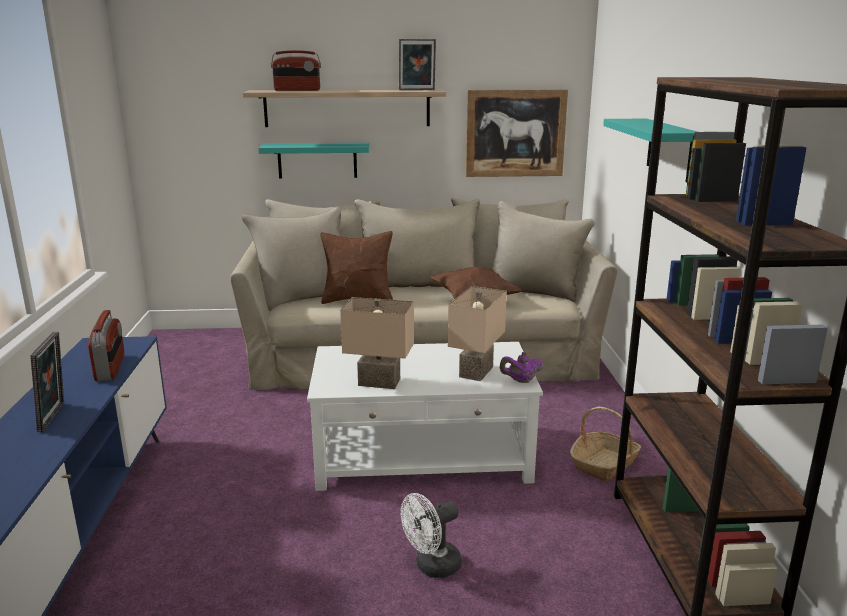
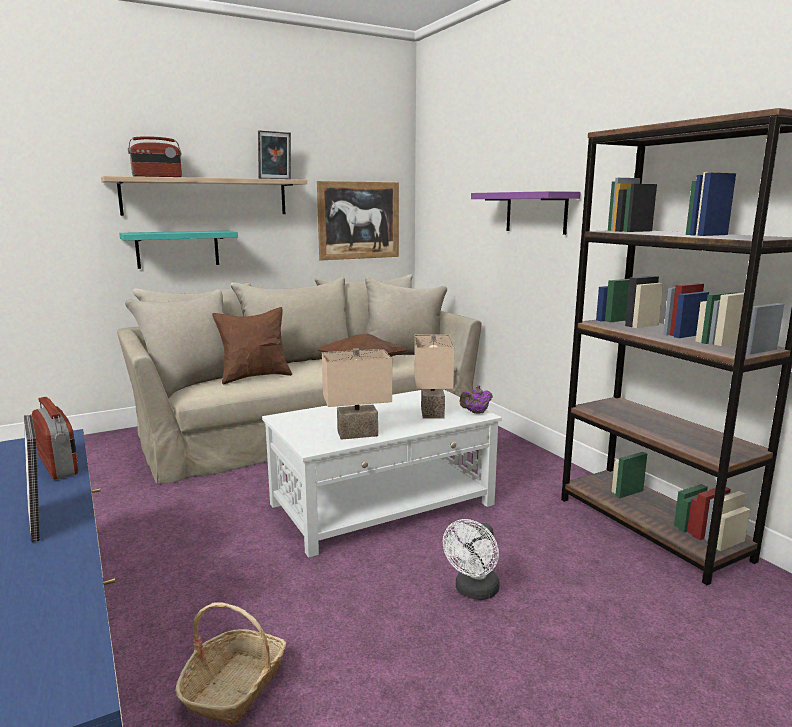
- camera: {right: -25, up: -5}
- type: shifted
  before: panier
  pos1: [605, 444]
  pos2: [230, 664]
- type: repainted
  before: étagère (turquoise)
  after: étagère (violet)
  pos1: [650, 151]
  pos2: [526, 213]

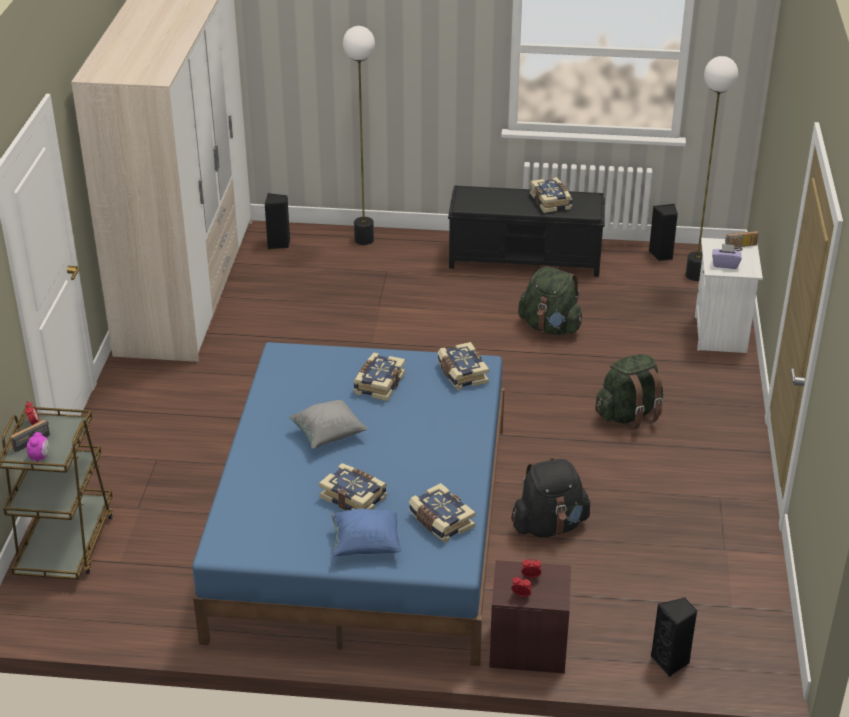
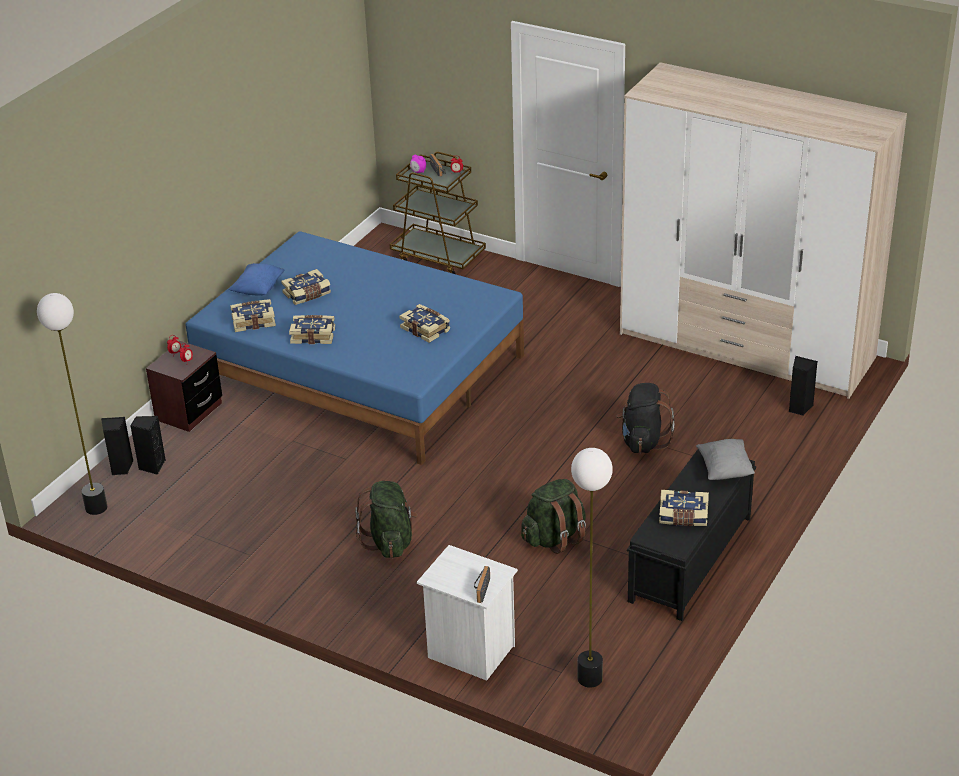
- camera: {right: 115, up: 0}
- type: gone
  before: boîte à mouchoirs (violet)
  pos1: [727, 256]
- type: shifted
  before: coussin (gris)
  pos1: [328, 424]
  pos2: [725, 459]
- type: shifted
  before: lampadaire
  pos1: [359, 135]
  pos2: [72, 404]
- type: shifted
  before: livre
  pos1: [463, 366]
  pos2: [312, 329]
- type: shifted
  before: sac à dos (noir)
  pos1: [551, 497]
  pos2: [646, 418]
- type: shifted
  before: enceinte (noir)
  pos1: [663, 232]
  pos2: [148, 445]

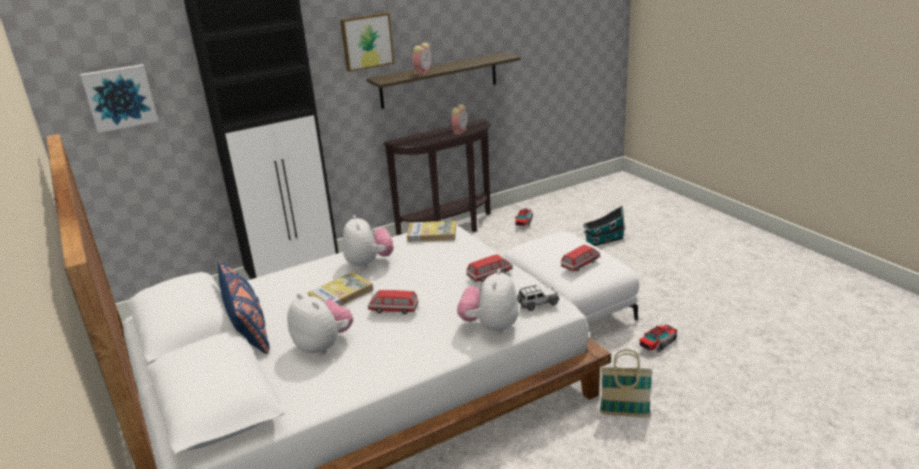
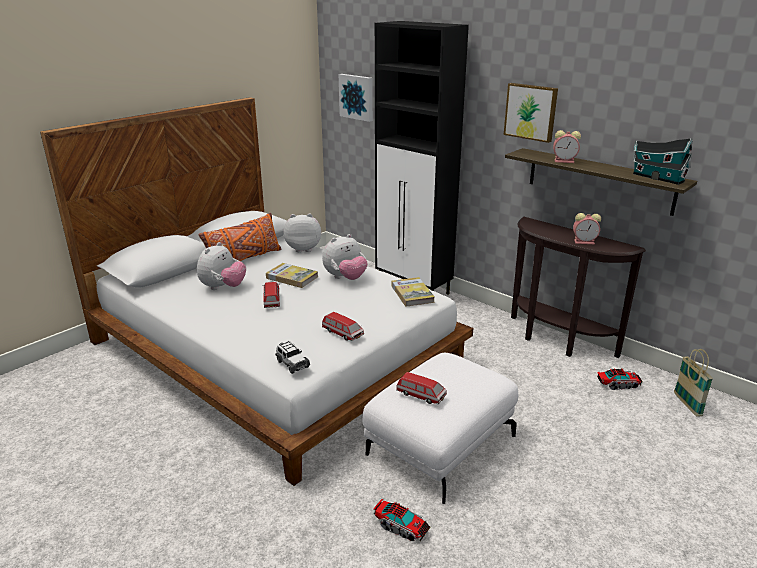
- camera: {right: 70, up: 0}
- type: shifted
  before: peluche
  pos1: [488, 301]
  pos2: [302, 232]
- type: shifted
  before: maison miniature
  pos1: [604, 226]
  pos2: [663, 161]
- type: shifted
  before: panier
  pos1: [626, 383]
  pos2: [693, 383]
- type: repainted
  before: coussin (bleu)
  after: coussin (orange)
  pos1: [243, 307]
  pos2: [240, 237]

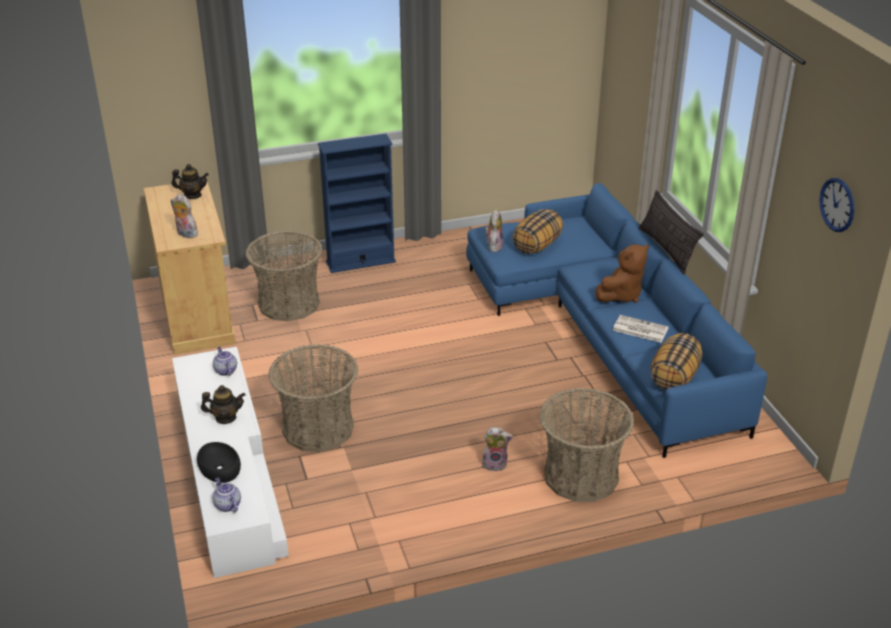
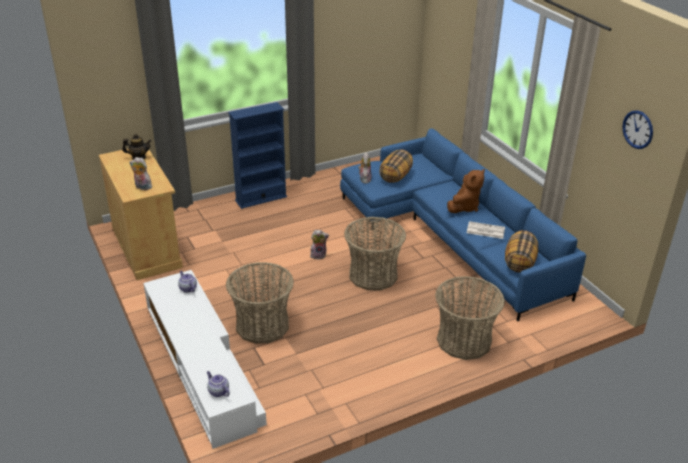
- camera: {right: -10, up: 0}
- type: gone
  before: bol (noir)
  pos1: [219, 462]
- type: gone
  before: théière
  pos1: [223, 404]
- type: gone
  before: coussin
  pos1: [671, 232]
- type: shifted
  before: panier
  pos1: [284, 276]
  pos2: [375, 253]
- type: shifted
  before: peluche
  pos1: [497, 449]
  pos2: [319, 244]

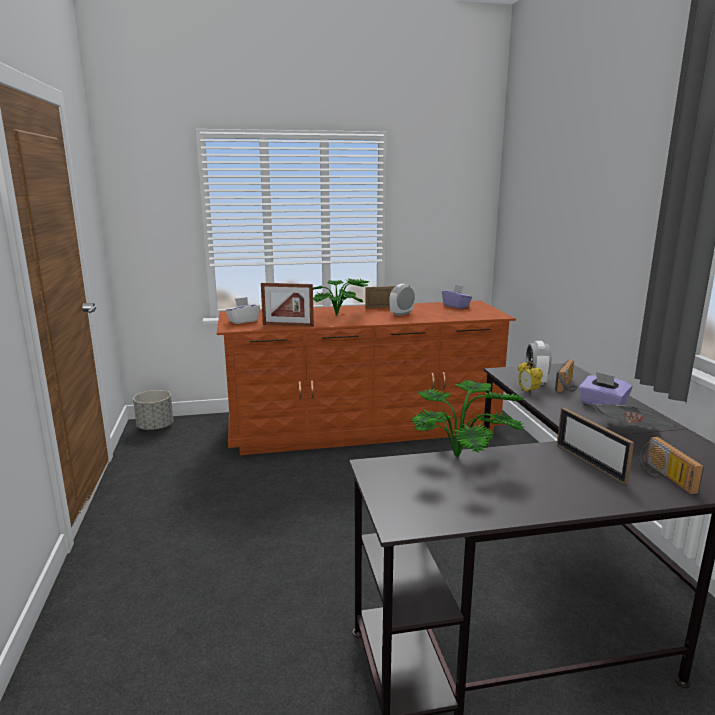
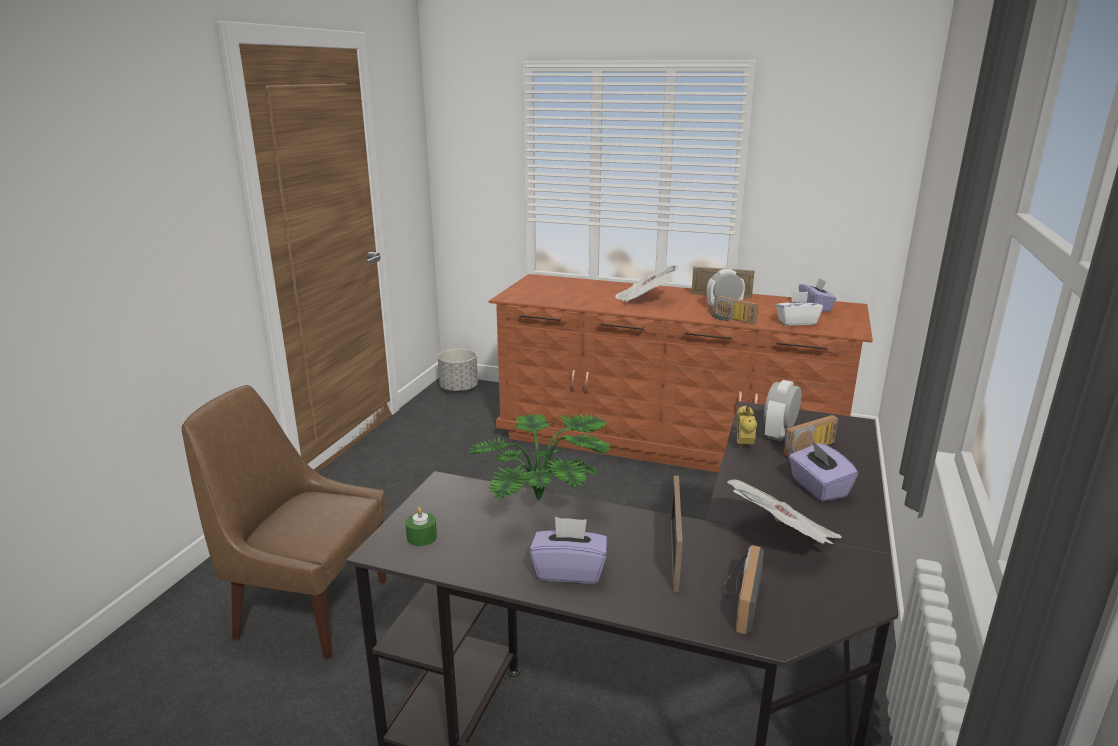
- camera: {right: 30, up: 5}
- type: gone
  before: cadre photo
  pos1: [287, 305]
- type: new
  after: chaise (marron)
  pos2: [284, 522]
- type: new
  after: bougie (vert)
  pos2: [421, 526]
- type: new
  after: boîte à mouchoirs (violet)
  pos2: [568, 550]
- type: new
  after: radio
  pos2: [734, 309]
- type: shifted
  before: boîte à mouchoirs (blanc)
  pos1: [243, 310]
  pos2: [799, 309]
- type: swapped
  before: plante en pot
  after: journal
  pos1: [341, 297]
  pos2: [647, 283]

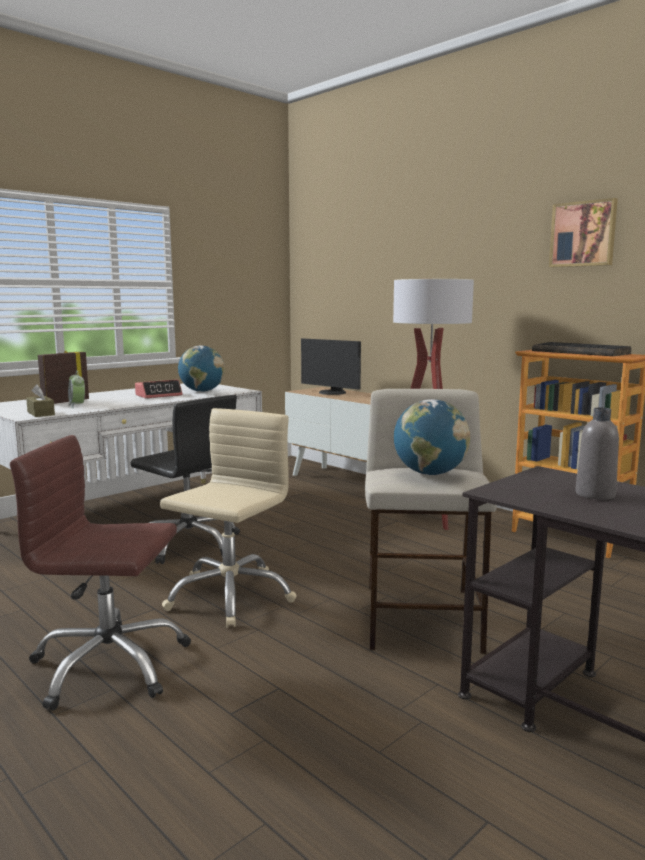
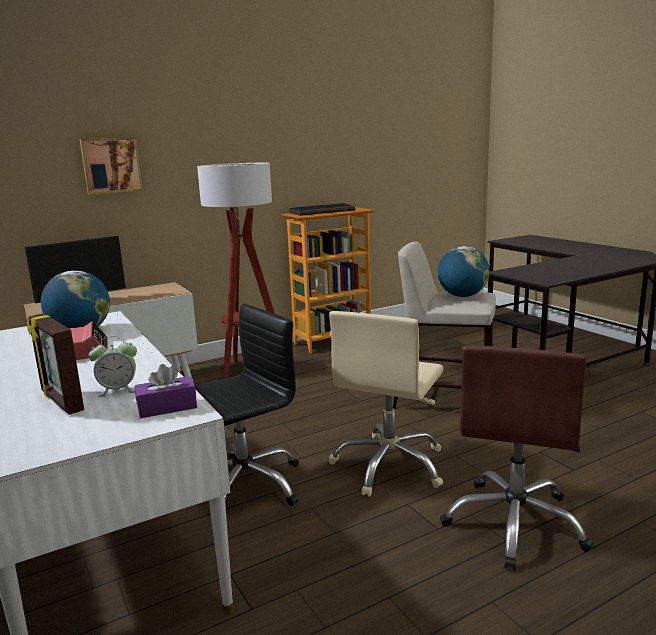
- camera: {right: -75, up: 5}
- type: gone
  before: bouteille (gris)
  pos1: [597, 453]
- type: shifted
  before: tableau
  pos1: [583, 232]
  pos2: [111, 166]
- type: repainted
  before: boîte à mouchoirs (marron)
  after: boîte à mouchoirs (violet)
  pos1: [40, 400]
  pos2: [166, 391]
- type: rotated
  before: chaise de bureau (beige)
  pos1: [228, 518]
  pos2: [385, 404]
  turn: -105

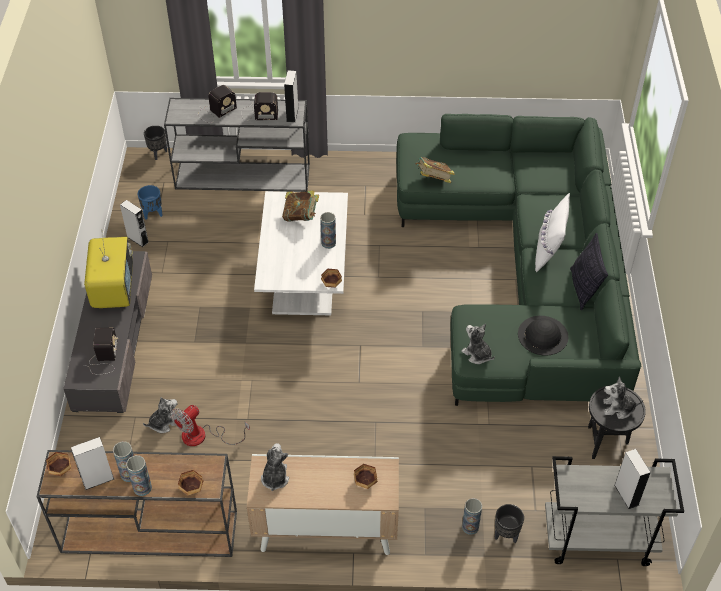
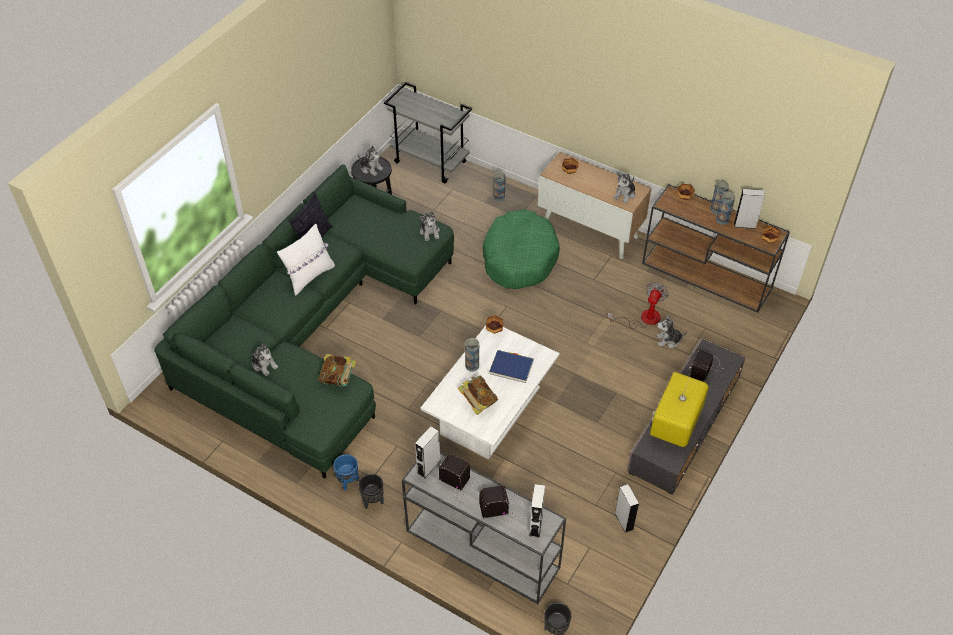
- camera: {right: -150, up: 0}
- type: gone
  before: chapeau (noir)
  pos1: [543, 336]
- type: new
  after: peluche
  pos2: [264, 360]
- type: new
  after: panier pour chien (vert)
  pos2: [521, 249]
- type: new
  after: livre (bleu)
  pos2: [511, 366]
- type: shifted
  before: cache-pot (bleu)
  pos1: [150, 202]
  pos2: [346, 472]
- type: shifted
  before: cache-pot (noir)
  pos1: [509, 523]
  pos2: [371, 491]
- type: shifted
  before: enceinte (gris)
  pos1: [632, 479]
  pos2: [537, 511]
- type: rotated
  before: ventilateur
  pos1: [210, 425]
  pos2: [638, 305]
  turn: -45

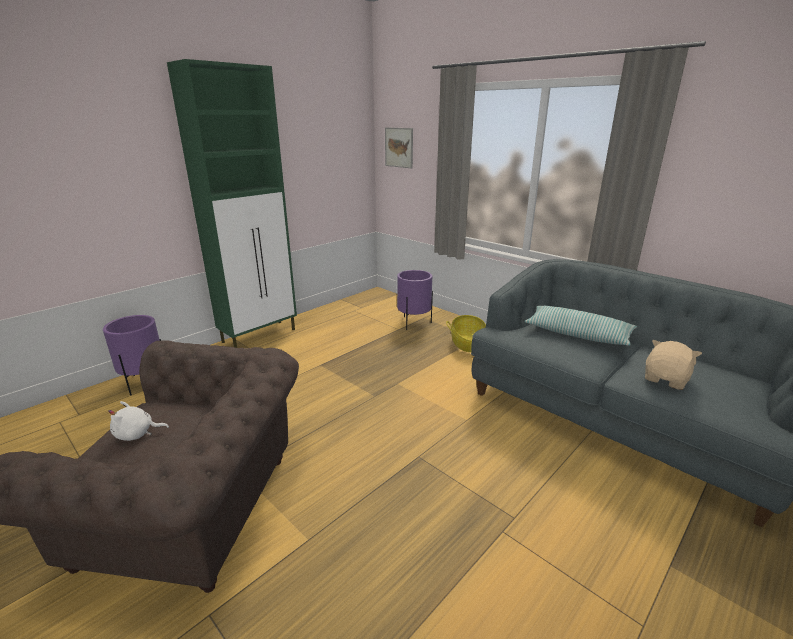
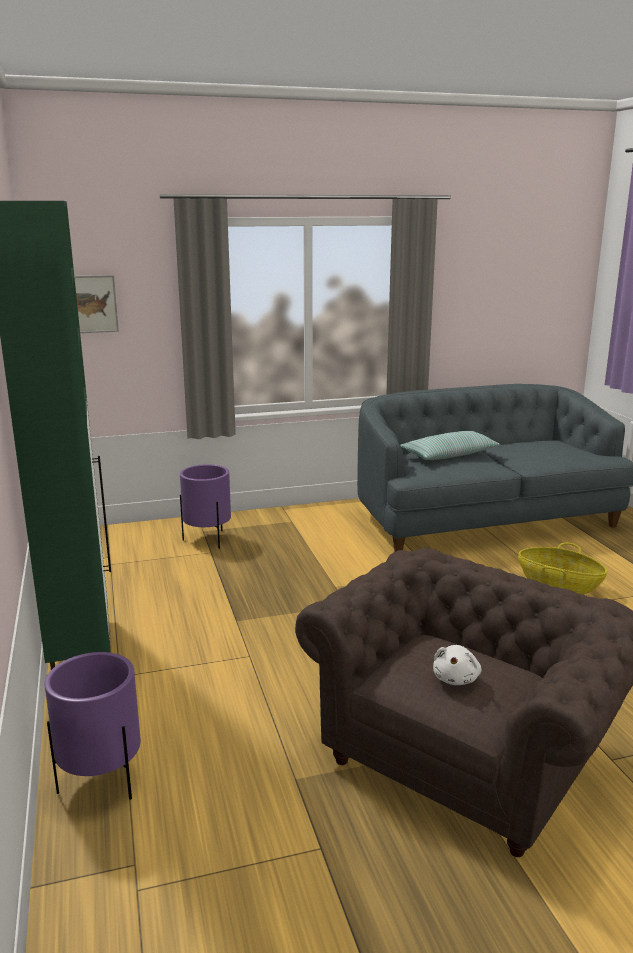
- camera: {right: -60, up: -5}
- type: gone
  before: peluche (beige)
  pos1: [673, 365]
- type: shifted
  before: panier
  pos1: [466, 333]
  pos2: [562, 569]

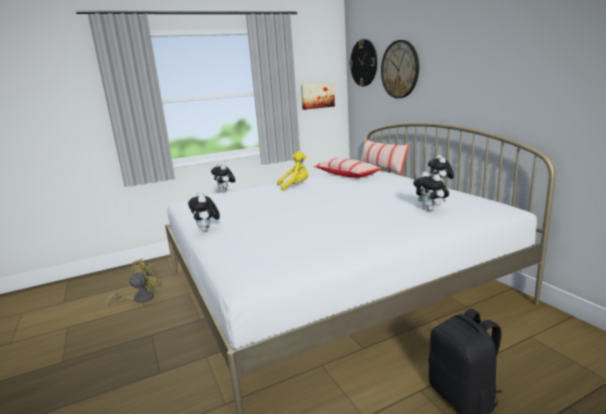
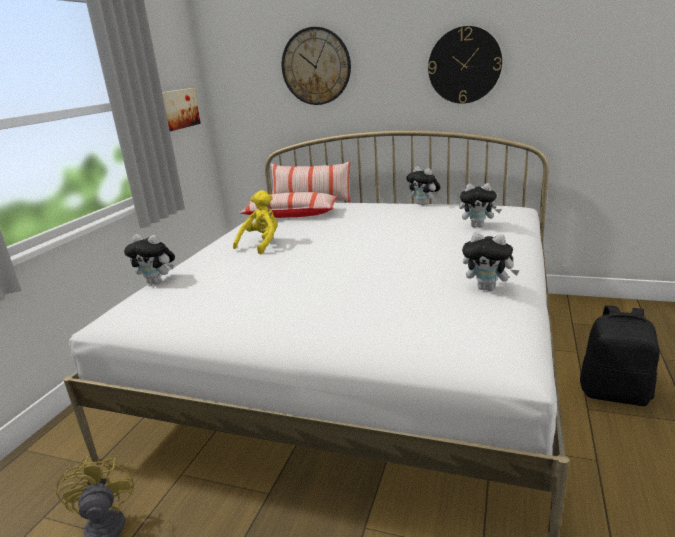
- camera: {right: -45, up: 5}
- type: shifted
  before: peluche
  pos1: [204, 211]
  pos2: [491, 261]
- type: shifted
  before: horloge murale
  pos1: [363, 62]
  pos2: [465, 65]

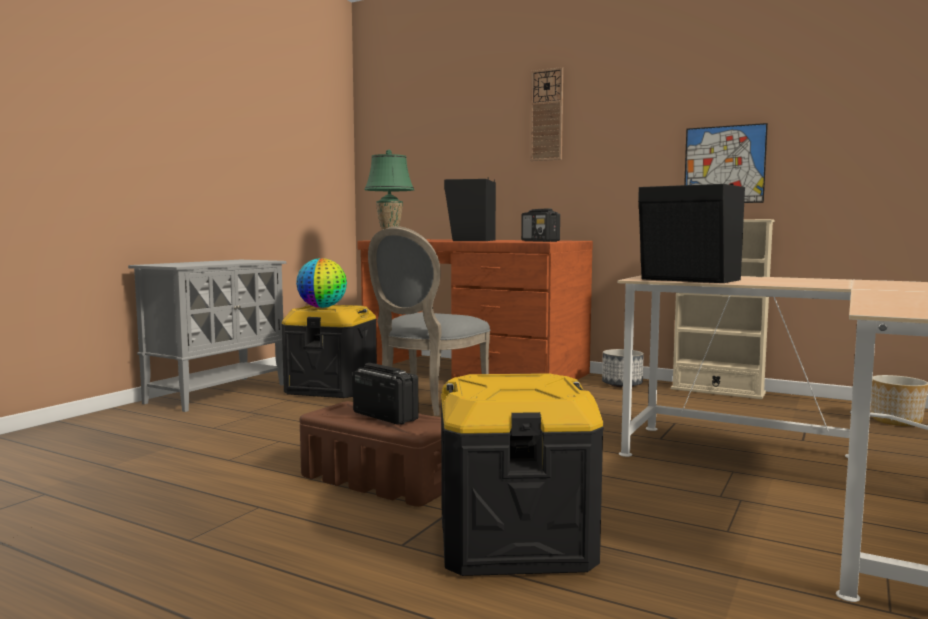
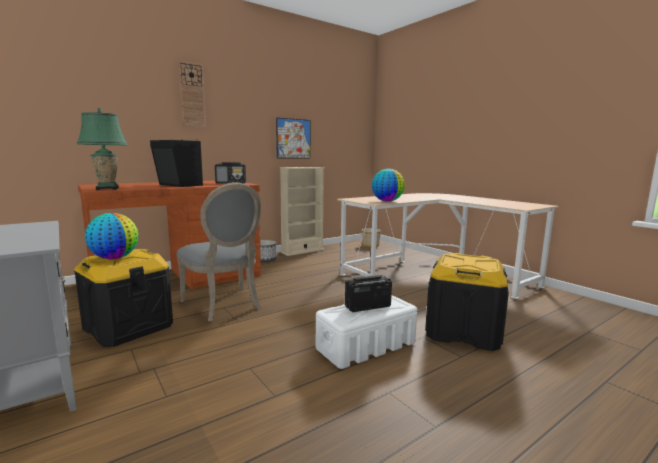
- camera: {right: -65, up: 5}
- type: swapped
  before: enceinte (noir)
  after: globe
  pos1: [691, 233]
  pos2: [388, 185]
- type: repainted
  before: boîte de rangement (marron)
  after: boîte de rangement (blanc)
  pos1: [371, 454]
  pos2: [366, 332]

